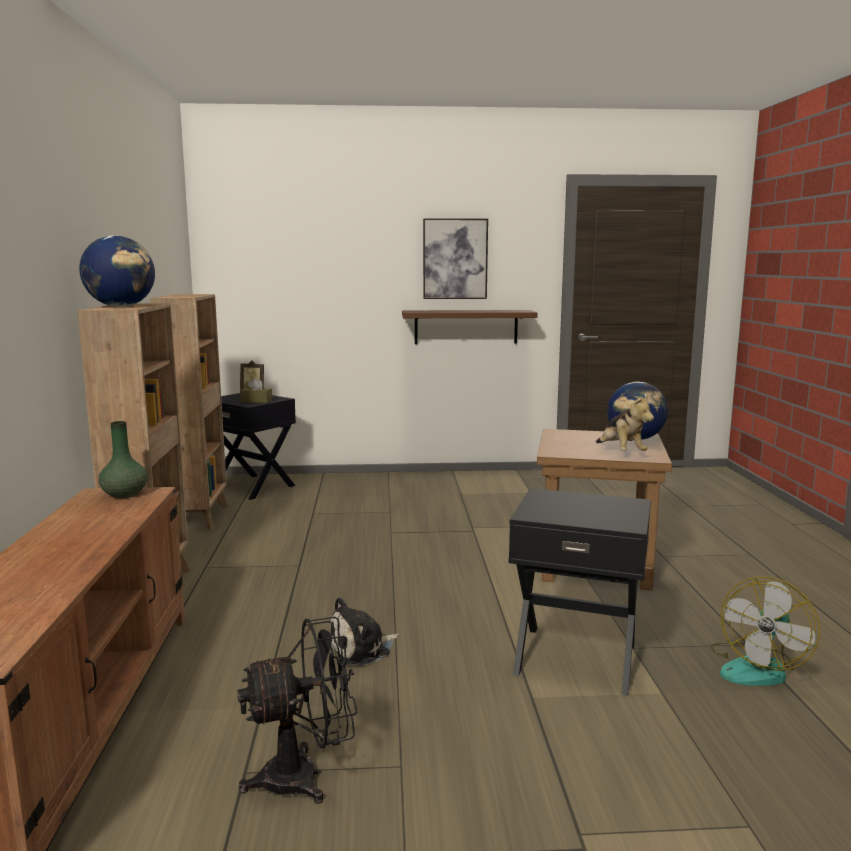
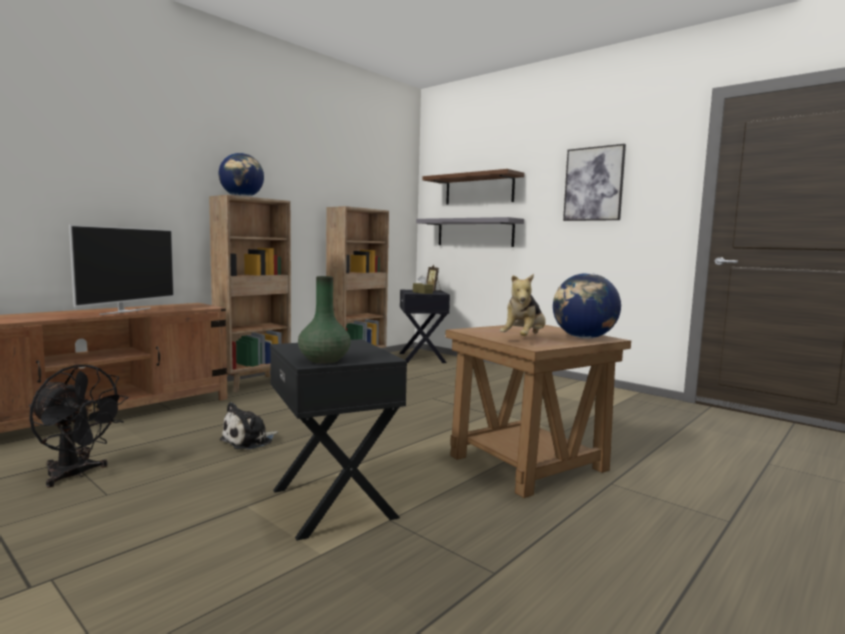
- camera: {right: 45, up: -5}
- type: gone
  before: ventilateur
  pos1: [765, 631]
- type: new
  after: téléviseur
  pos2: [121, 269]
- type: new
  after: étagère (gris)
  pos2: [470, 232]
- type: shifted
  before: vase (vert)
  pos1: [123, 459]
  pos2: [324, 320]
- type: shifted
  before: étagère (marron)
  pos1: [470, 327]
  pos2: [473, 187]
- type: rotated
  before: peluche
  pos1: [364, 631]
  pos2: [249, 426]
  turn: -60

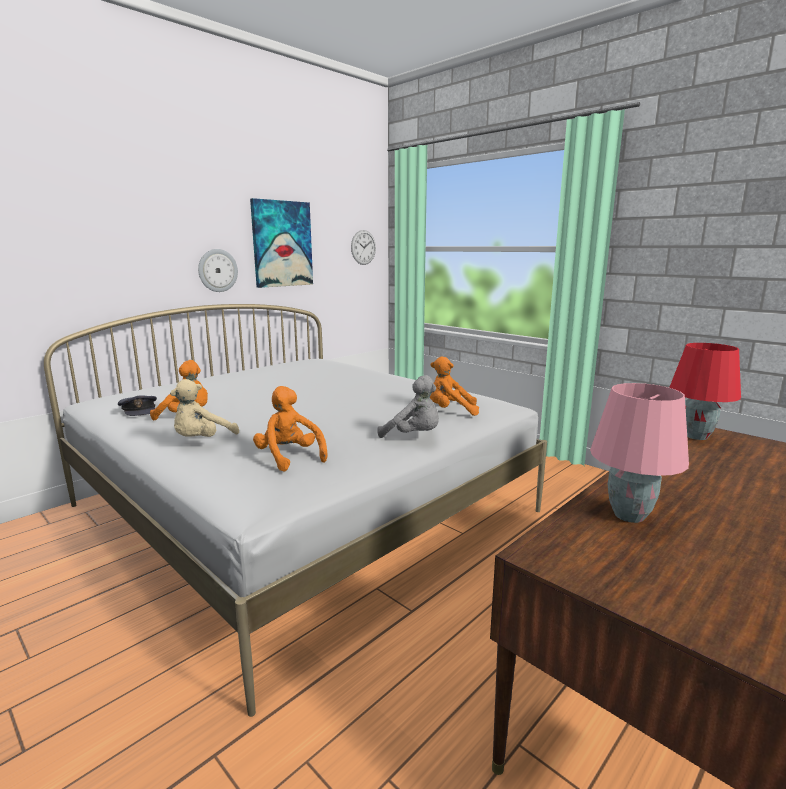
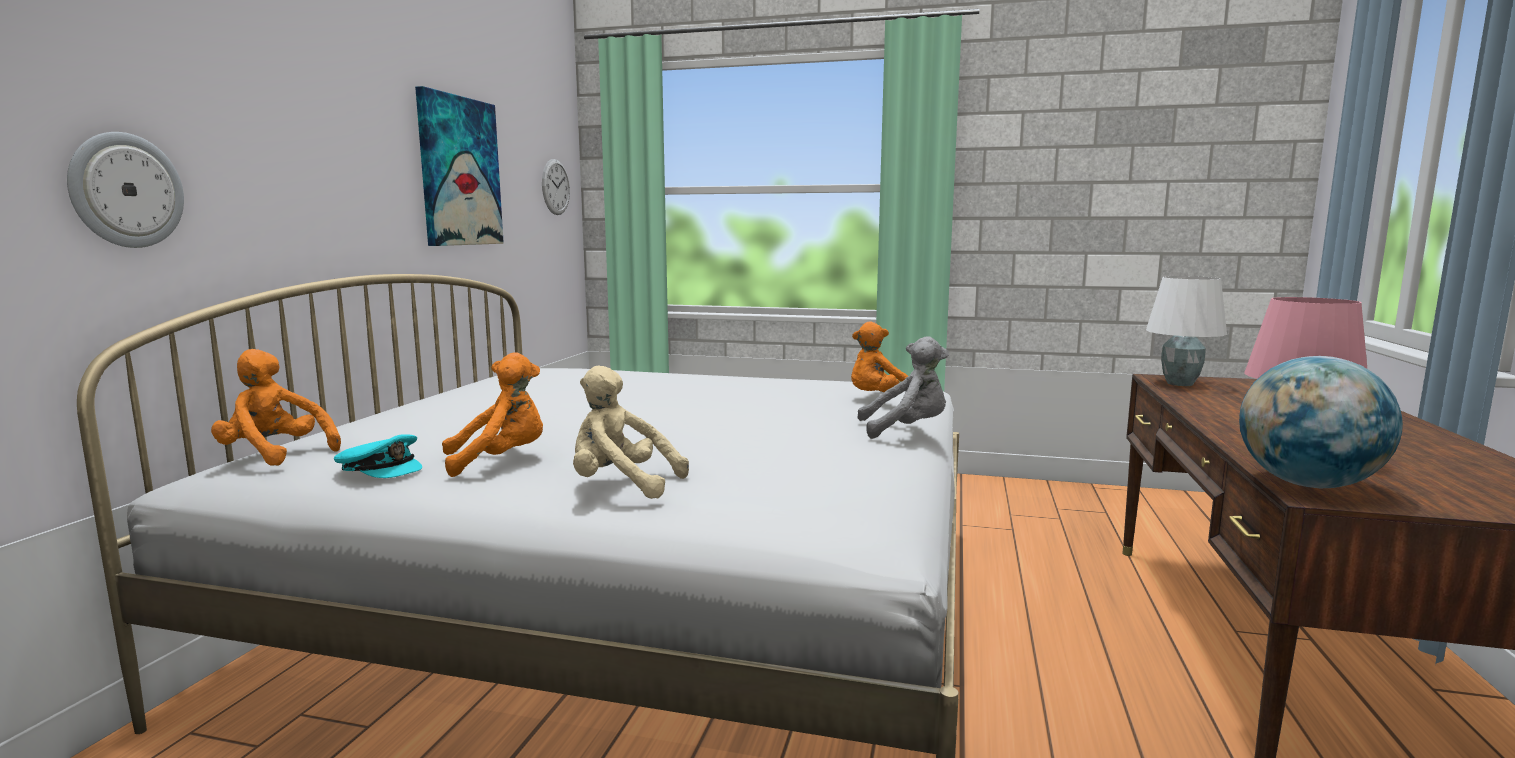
- camera: {right: -30, up: -5}
- type: new
  after: globe
  pos2: [1321, 422]
- type: shifted
  before: horloge murale
  pos1: [218, 270]
  pos2: [125, 190]
- type: shifted
  before: peluche (orange)
  pos1: [290, 429]
  pos2: [276, 407]
- type: repainted
  before: casquette (gris)
  after: casquette (turquoise)
  pos1: [137, 405]
  pos2: [378, 456]
- type: repainted
  before: lampe de table (rouge)
  after: lampe de table (blanc)
  pos1: [705, 391]
  pos2: [1186, 331]
- type: rotated
  before: peluche (beige)
  pos1: [204, 408]
  pos2: [631, 432]
  turn: 105

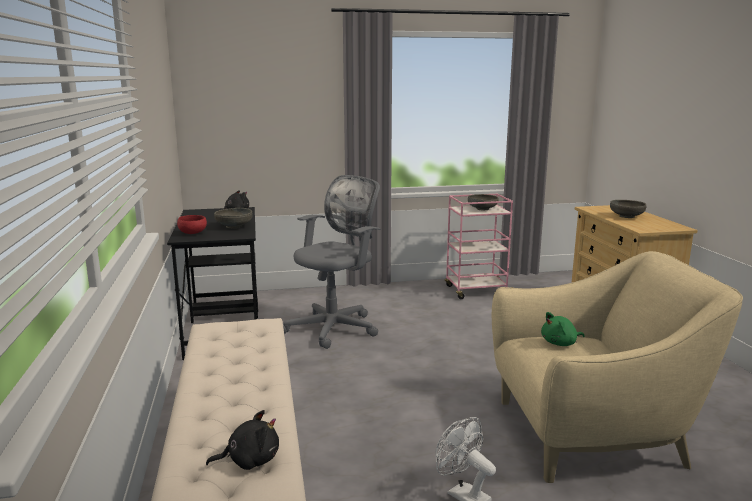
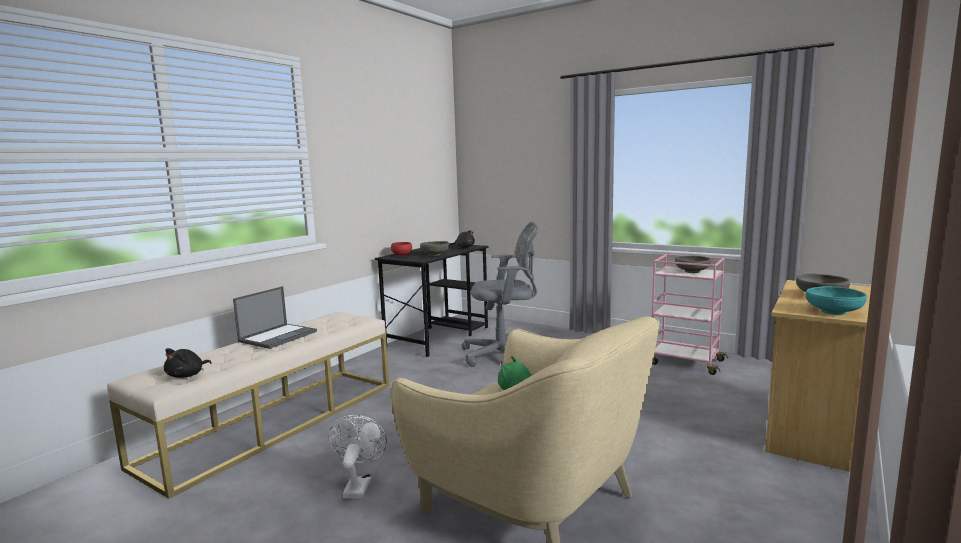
- camera: {right: 45, up: -5}
- type: new
  after: ordinateur portable
  pos2: [275, 317]
- type: new
  after: bol (turquoise)
  pos2: [836, 300]
- type: rotated
  before: peluche (noir)
  pos1: [242, 440]
  pos2: [188, 363]
  turn: 90

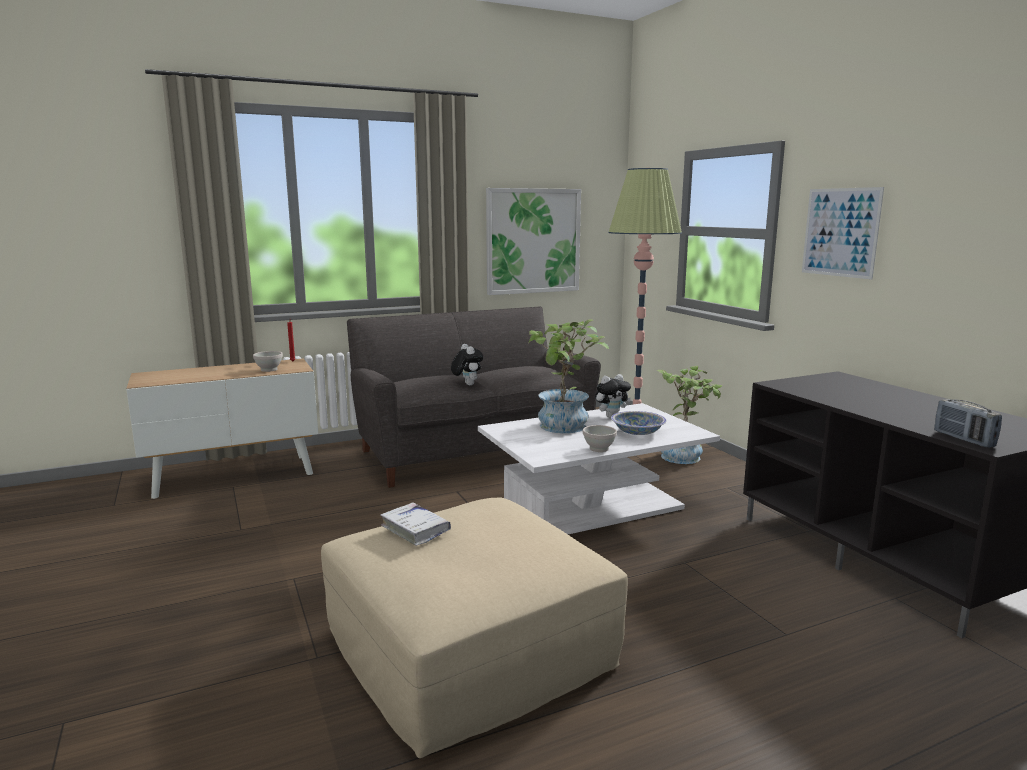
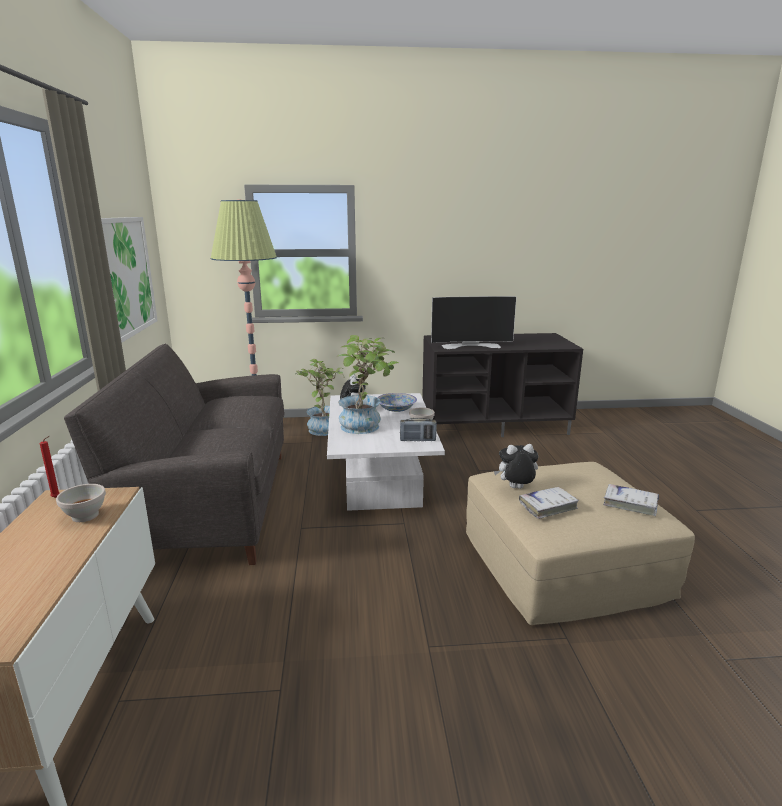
- camera: {right: -70, up: 5}
- type: gone
  before: tableau
  pos1: [843, 233]
- type: new
  after: téléviseur
  pos2: [473, 322]
- type: new
  after: livre (blanc)
  pos2: [631, 500]
- type: shifted
  before: peluche
  pos1: [467, 364]
  pos2: [516, 466]
- type: shifted
  before: radio
  pos1: [968, 423]
  pos2: [418, 429]

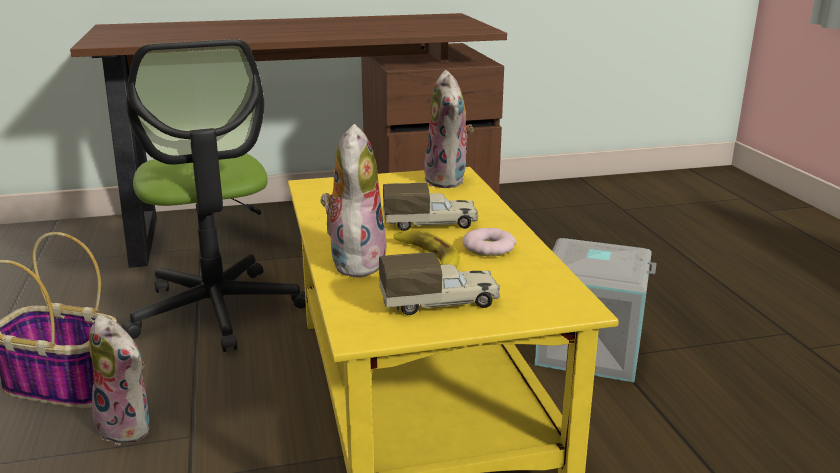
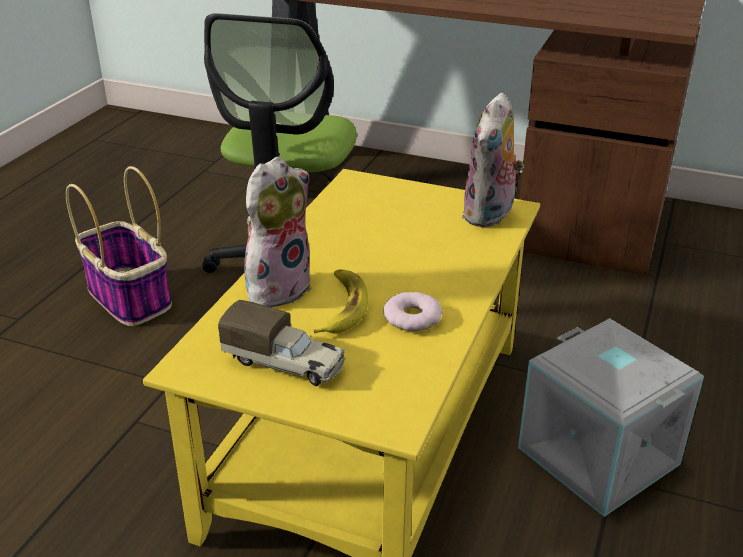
- camera: {right: 35, up: 10}
- type: gone
  before: peluche
  pos1: [119, 380]
- type: gone
  before: camion jouet
  pos1: [430, 207]

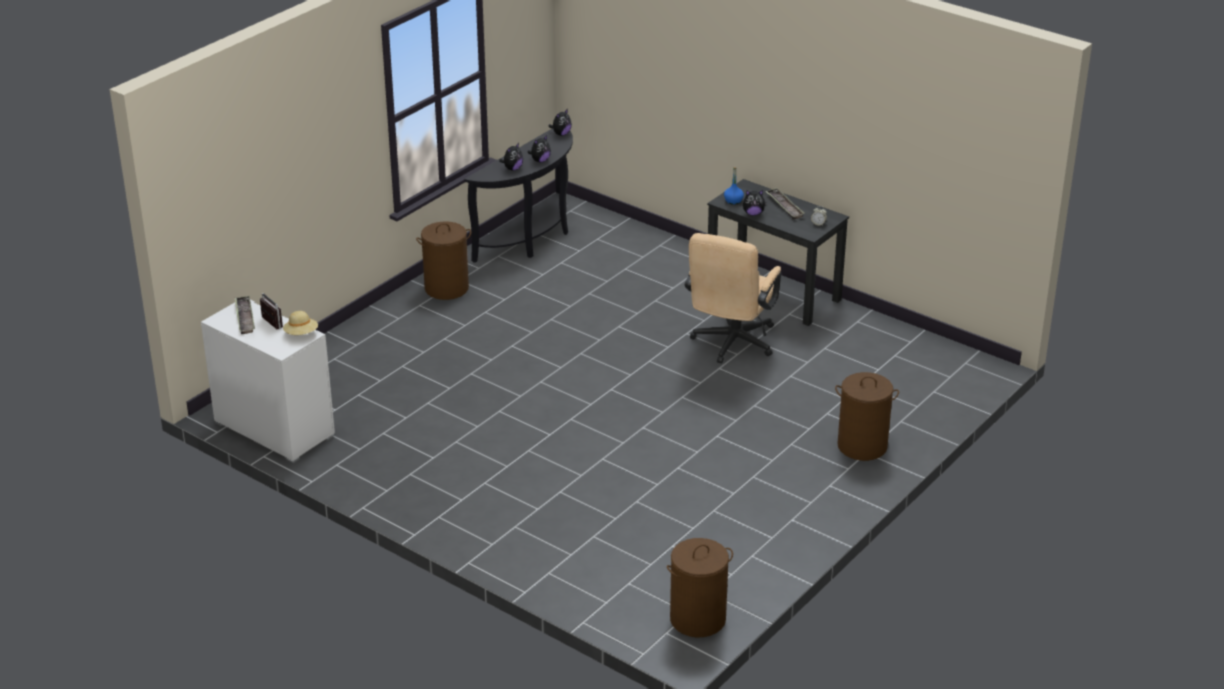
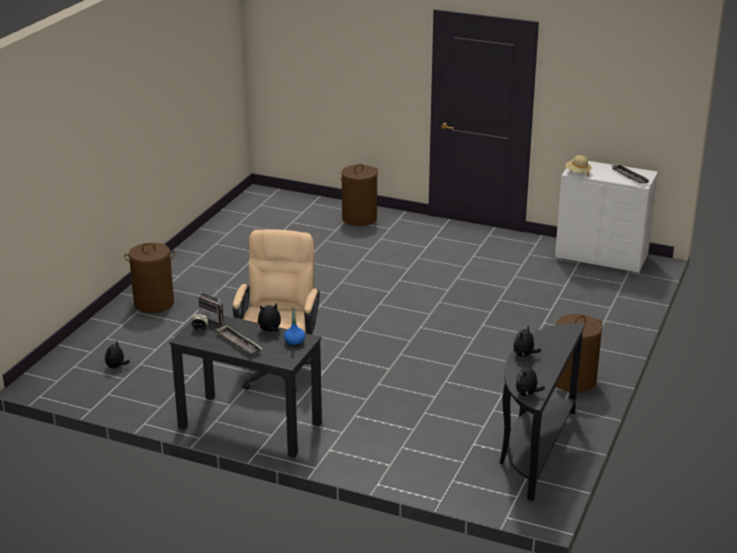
- camera: {right: 165, up: -5}
- type: shifted
  before: radio
  pos1: [271, 311]
  pos2: [211, 305]
- type: shifted
  before: peluche
  pos1: [511, 157]
  pos2: [117, 354]
- type: shifted
  before: panier à linge (marron)
  pos1: [700, 587]
  pos2: [359, 195]

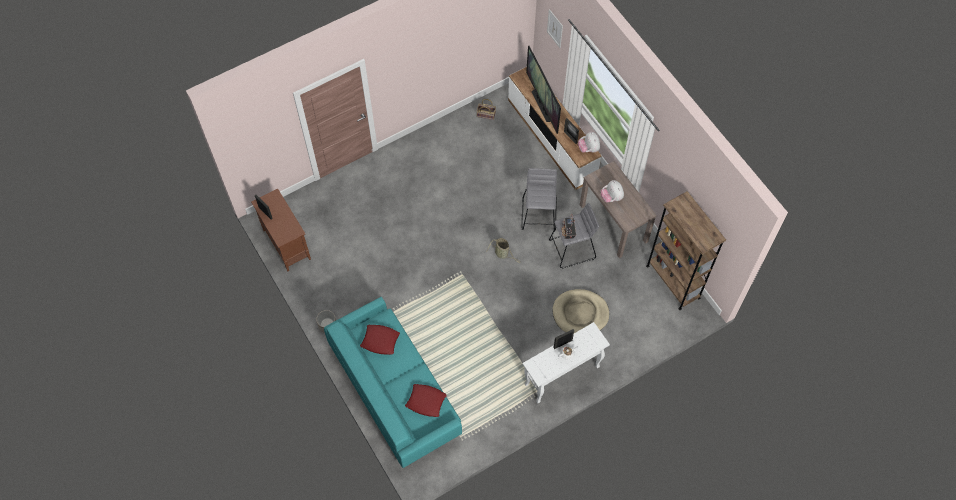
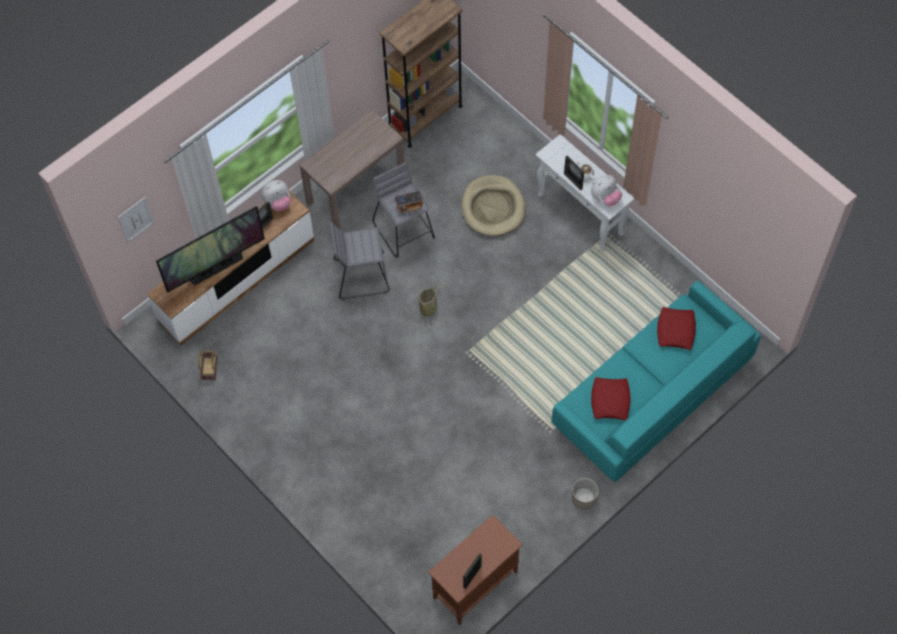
- camera: {right: -100, up: 0}
- type: shifted
  before: peluche
  pos1: [612, 191]
  pos2: [606, 190]

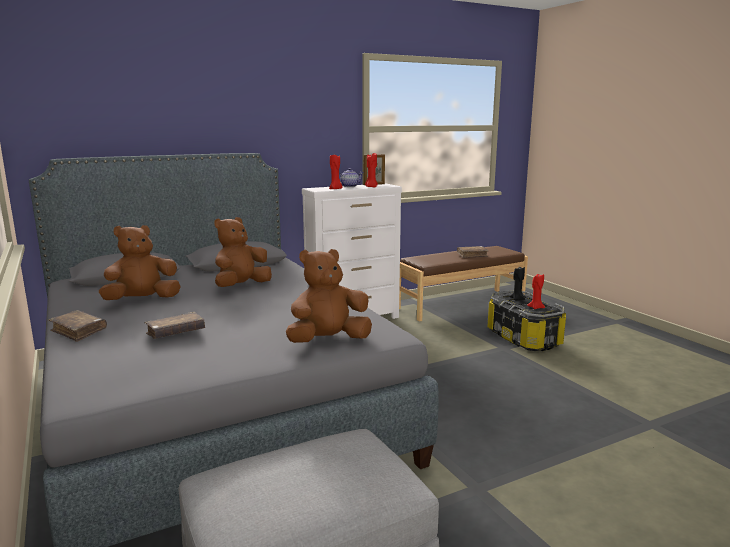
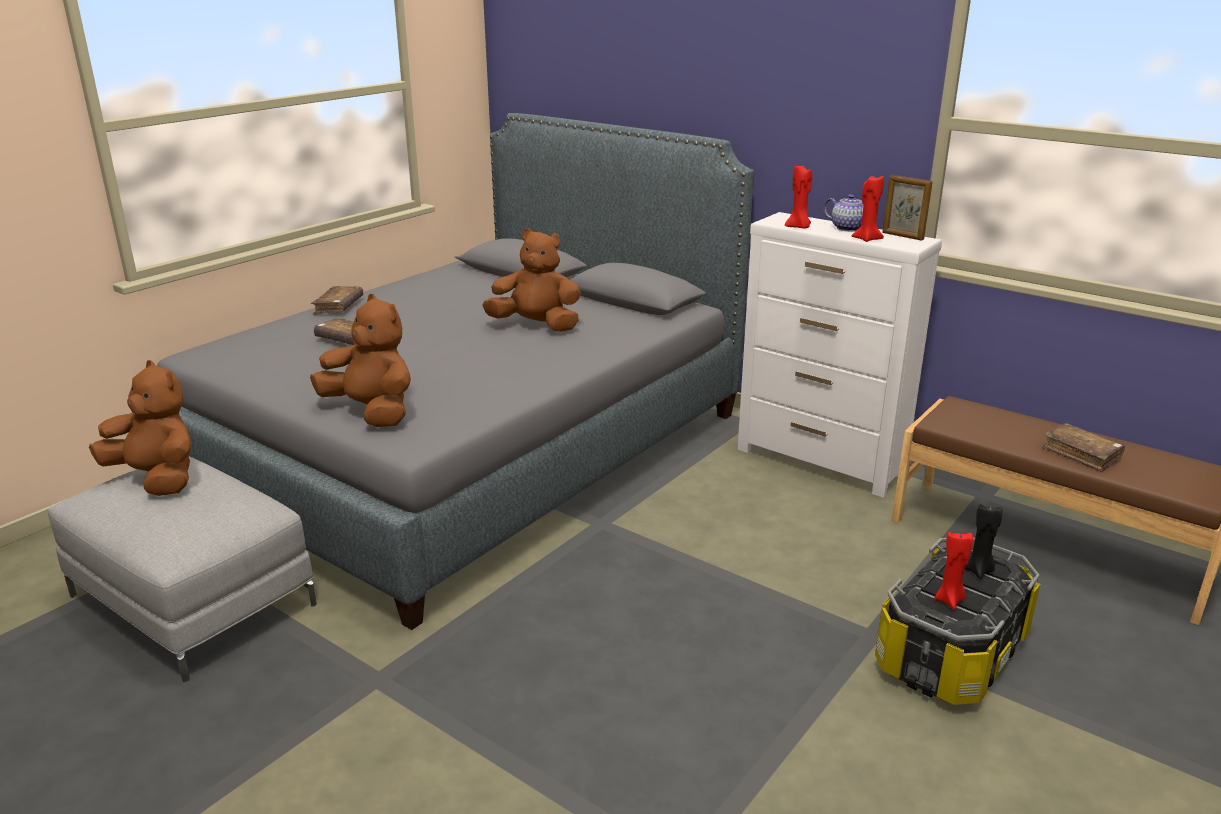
- camera: {right: 65, up: 10}
- type: shifted
  before: peluche (marron)
  pos1: [140, 262]
  pos2: [140, 428]

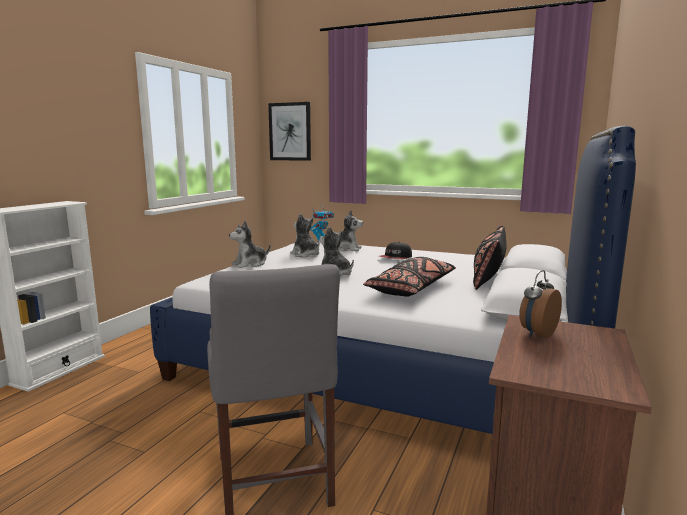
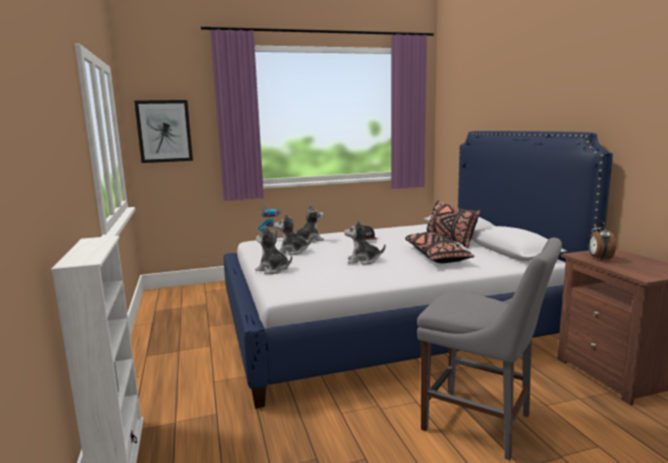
- camera: {right: -40, up: 0}
- type: rotated
  before: peluche
  pos1: [250, 244]
  pos2: [273, 250]
  turn: 105

